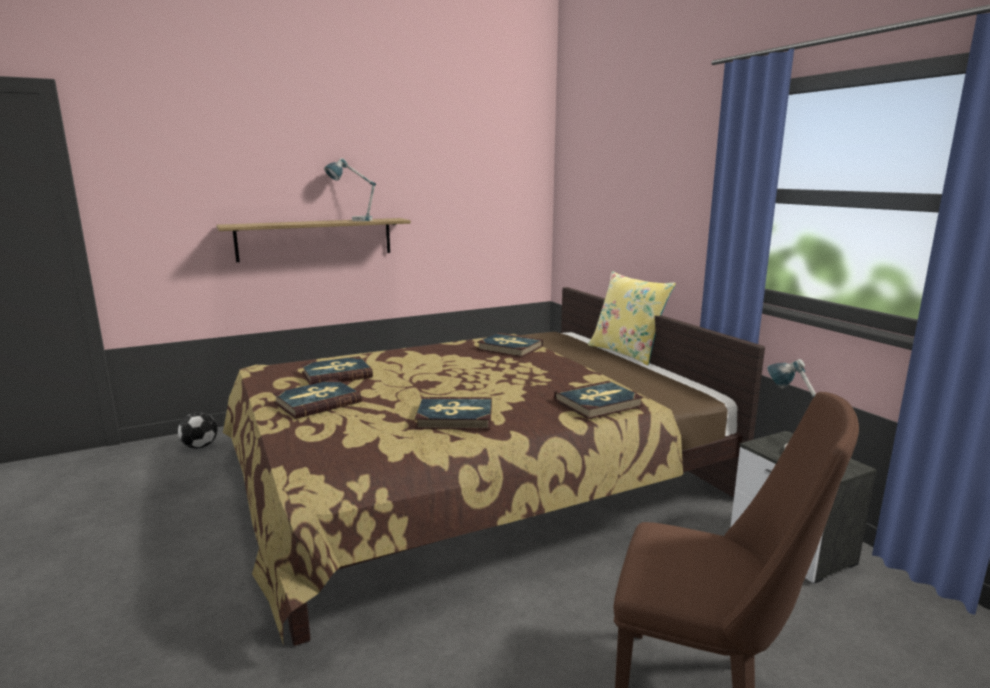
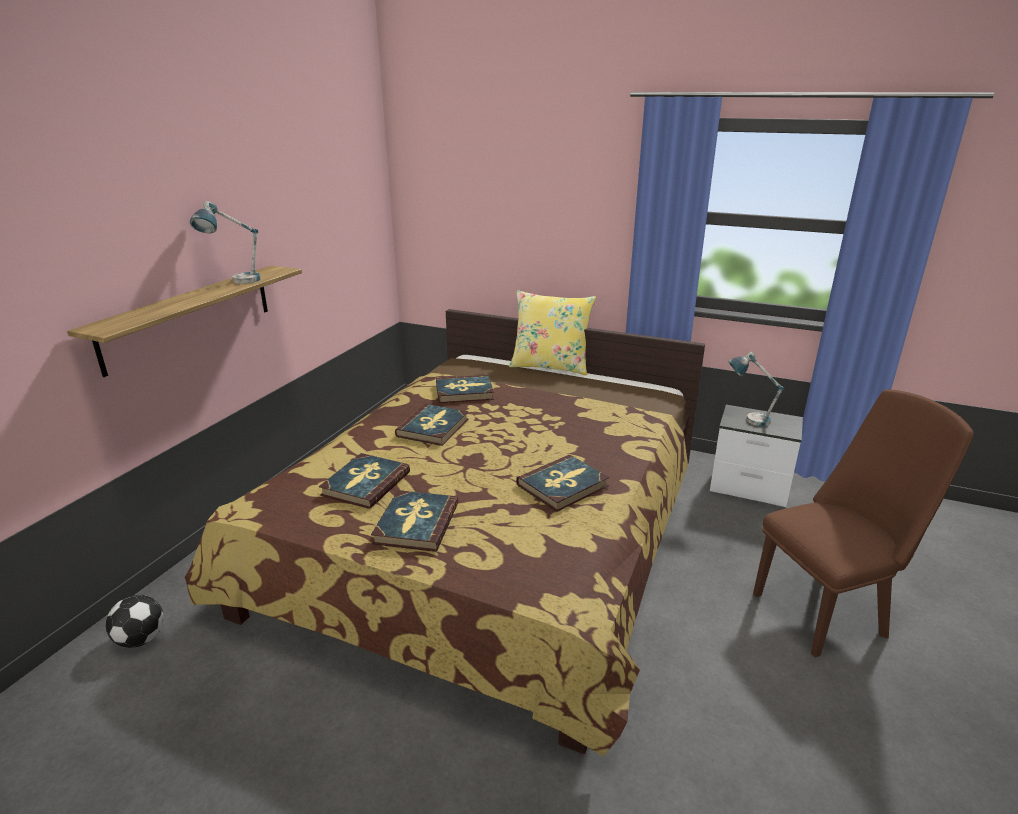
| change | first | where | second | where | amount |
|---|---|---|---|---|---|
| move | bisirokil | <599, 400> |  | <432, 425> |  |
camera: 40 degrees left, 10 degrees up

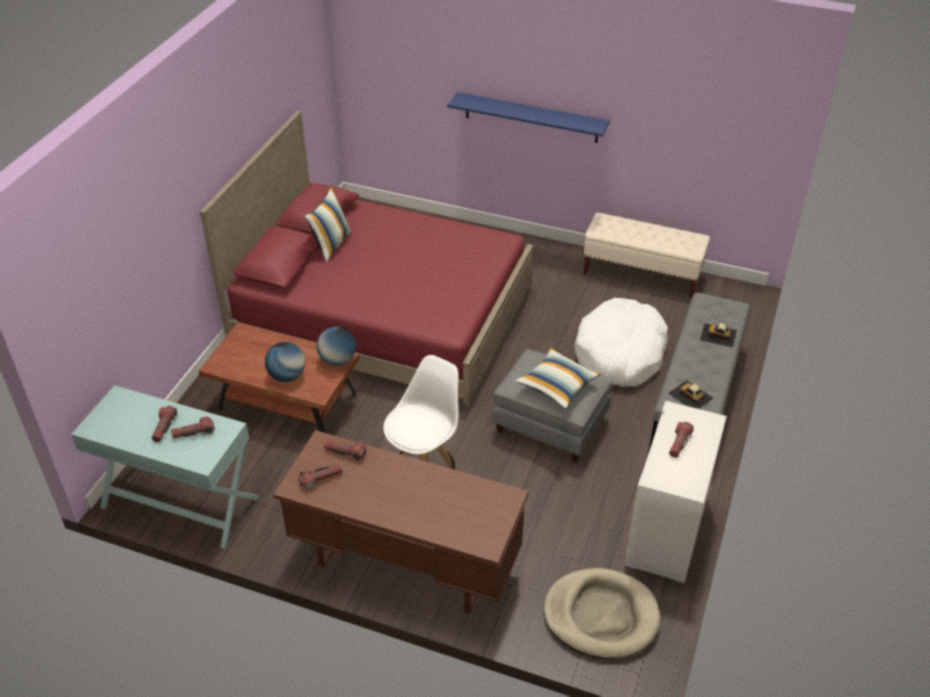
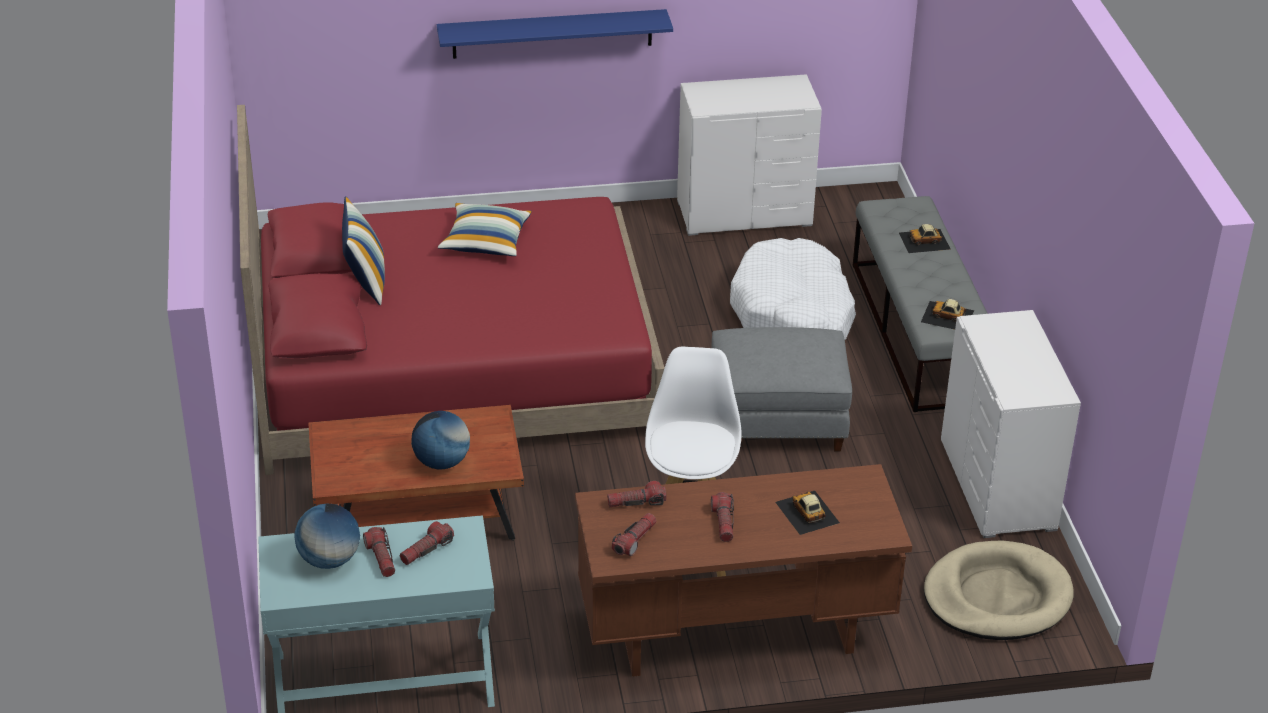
| change | first | where | second | where | amount |
|---|---|---|---|---|---|
| move | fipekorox | <336, 346> |  | <327, 536> |  |
| move | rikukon | <558, 378> |  | <485, 229> |  |
| replace | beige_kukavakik | <646, 255> | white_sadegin | <749, 155> |  |
| move | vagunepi | <681, 440> |  | <722, 517> |  |
| insert |  |  | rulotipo | <808, 513> |  |
camera: 30 degrees left, 5 degrees down

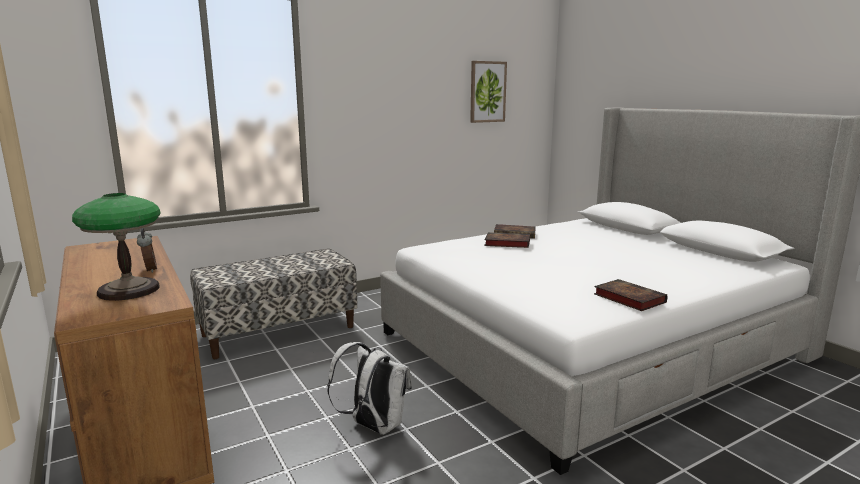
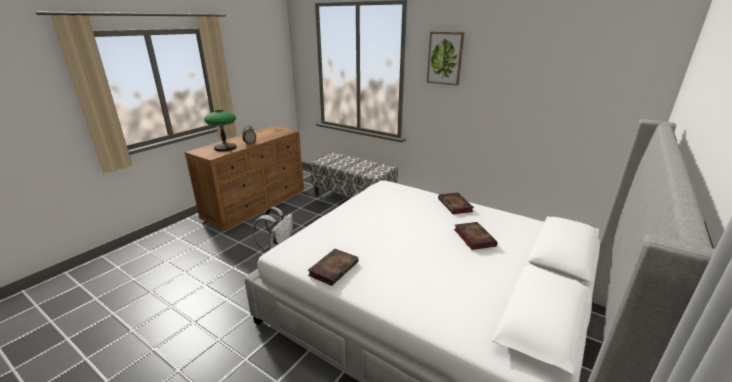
| change | first | where | second | where | amount |
|---|---|---|---|---|---|
| move | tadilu | <488, 92> |  | <446, 59> |  |
| move | bisirokil | <507, 240> |  | <475, 236> |  |
camera: 65 degrees right, 10 degrees up

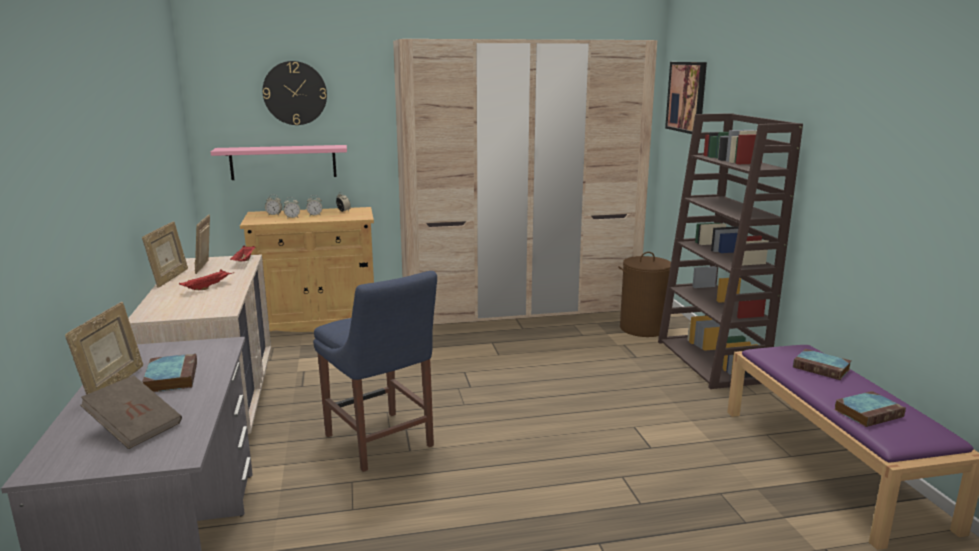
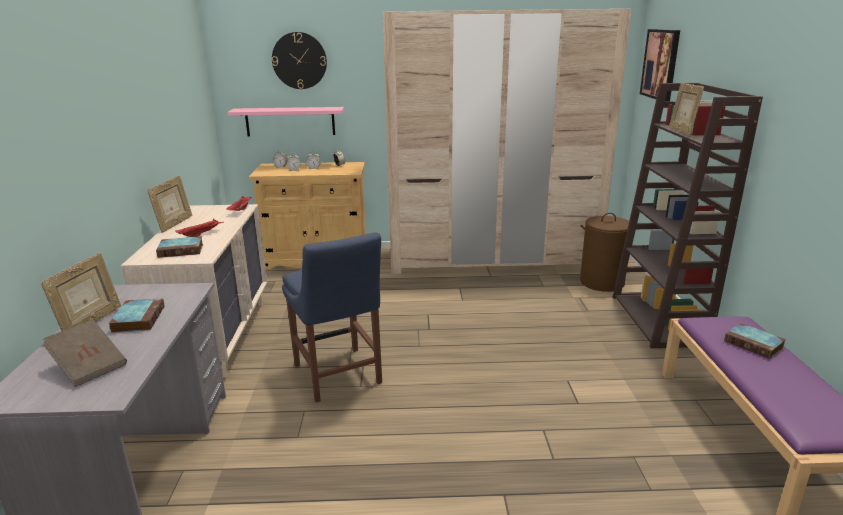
| change | first | where | second | where | amount |
|---|---|---|---|---|---|
| move | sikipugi | <202, 244> |  | <686, 109> |  |
| move | bisirokil | <870, 409> |  | <179, 247> |  |
camera: 10 degrees right, 5 degrees up

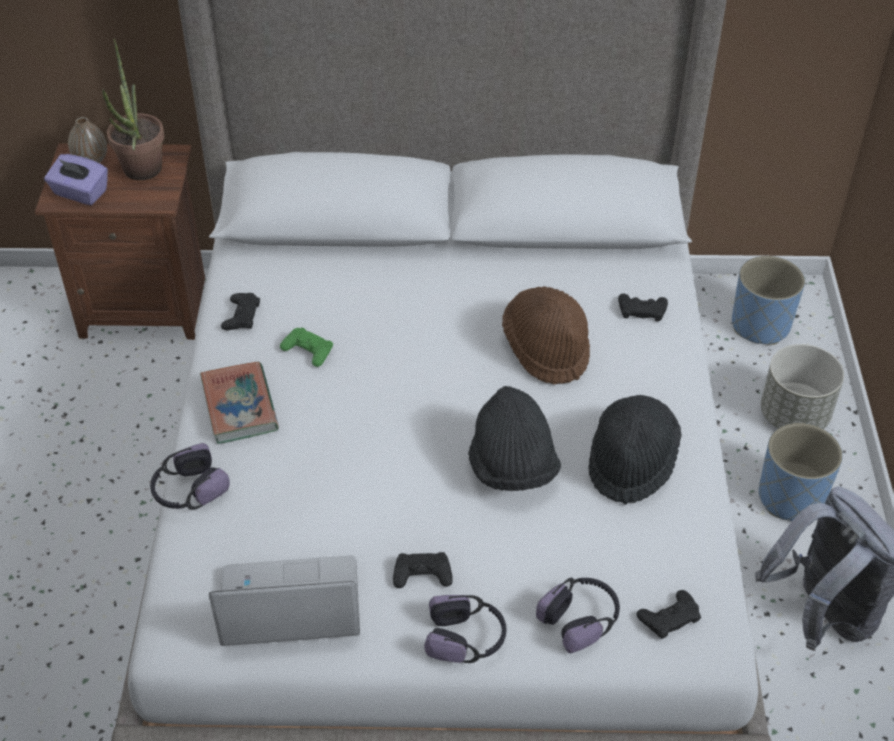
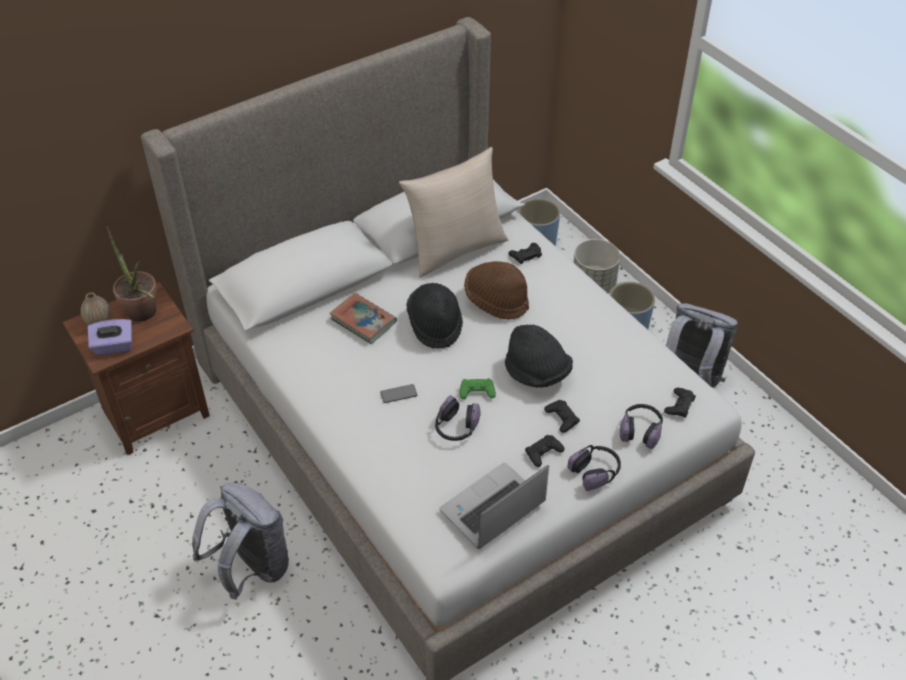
| change | first | where | second | where | amount |
|---|---|---|---|---|---|
| move | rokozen | <190, 476> |  | <457, 418> |  |
| move | bisirokil | <239, 403> |  | <363, 318> |  |
| move | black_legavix | <240, 311> |  | <562, 416> |  |
| move | green_legavix | <306, 347> |  | <477, 388> |  |
| move | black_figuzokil | <635, 450> |  | <434, 315> |  |
| insert |  |  | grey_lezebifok | <240, 541> |  |
| insert |  |  | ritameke | <398, 393> |  |
| insert |  |  | beige_rikukon | <453, 212> |  |
camera: 35 degrees left, 0 degrees up

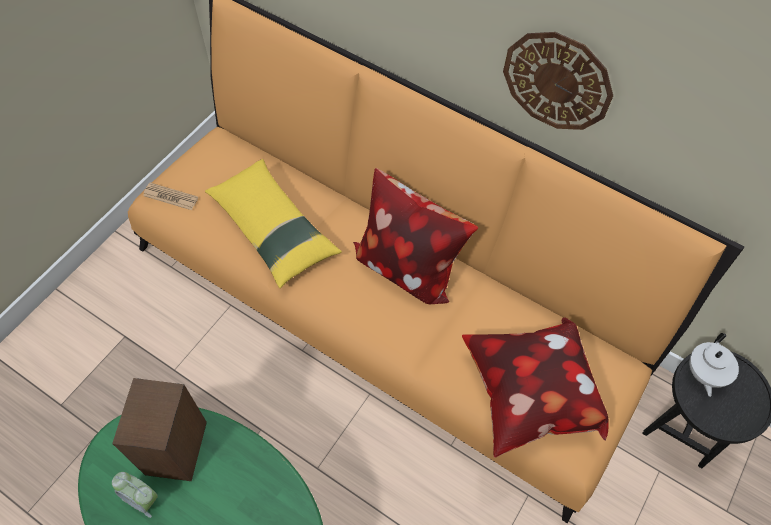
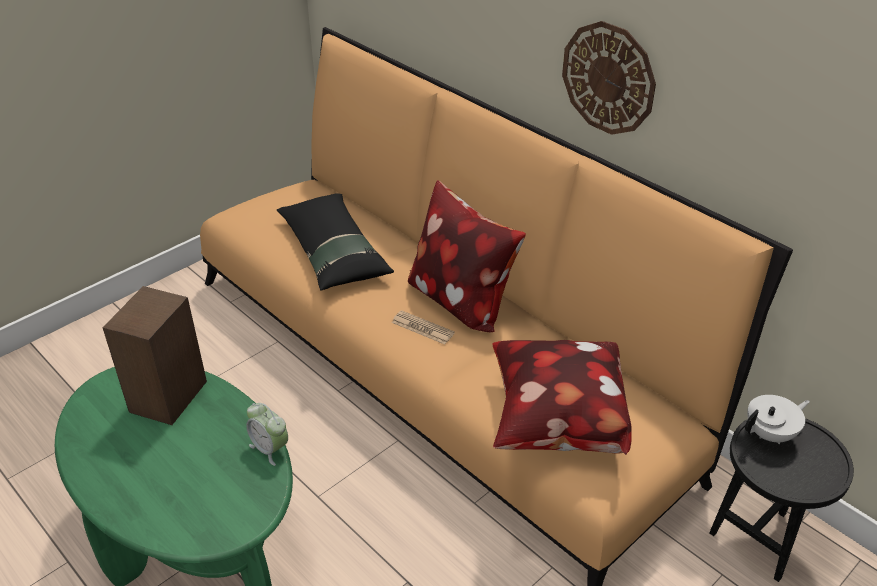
| change | first | where | second | where | amount |
|---|---|---|---|---|---|
| move | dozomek | <135, 495> |  | <267, 434> |  |
| move | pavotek | <170, 196> |  | <423, 327> |  |
| recolor | yellow_rikukon | <273, 224> | black_rikukon | <335, 241> |  |
| rotate | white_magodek | <714, 365> |  | <777, 419> | 150 degrees counterclockwise |
camera: 15 degrees right, 20 degrees down

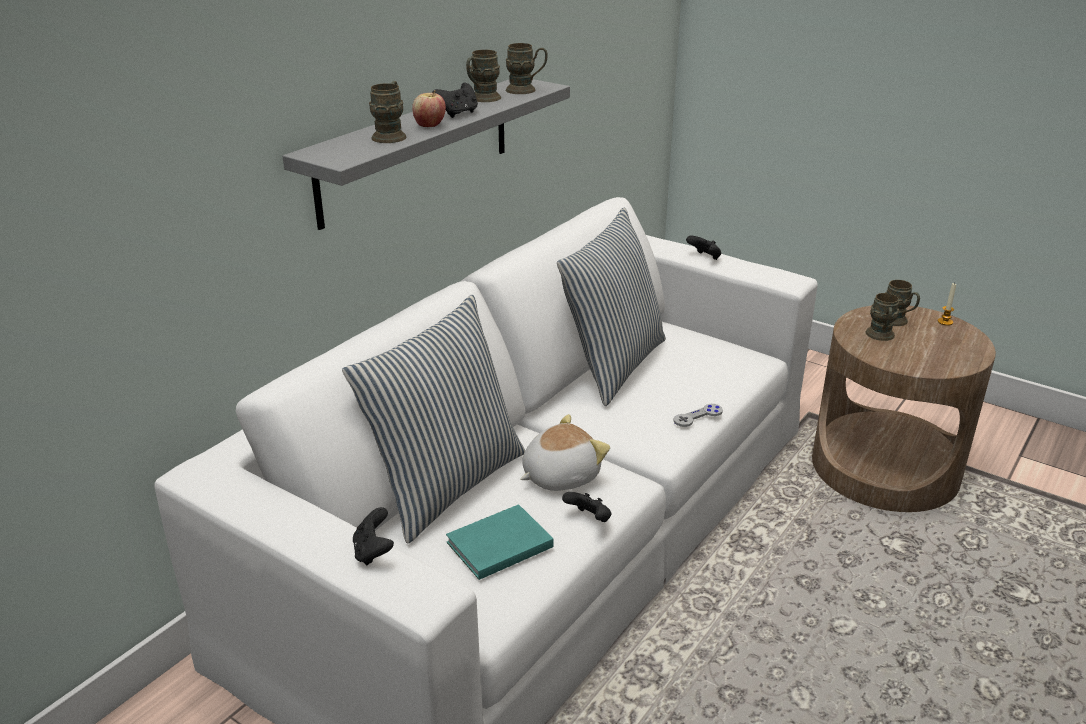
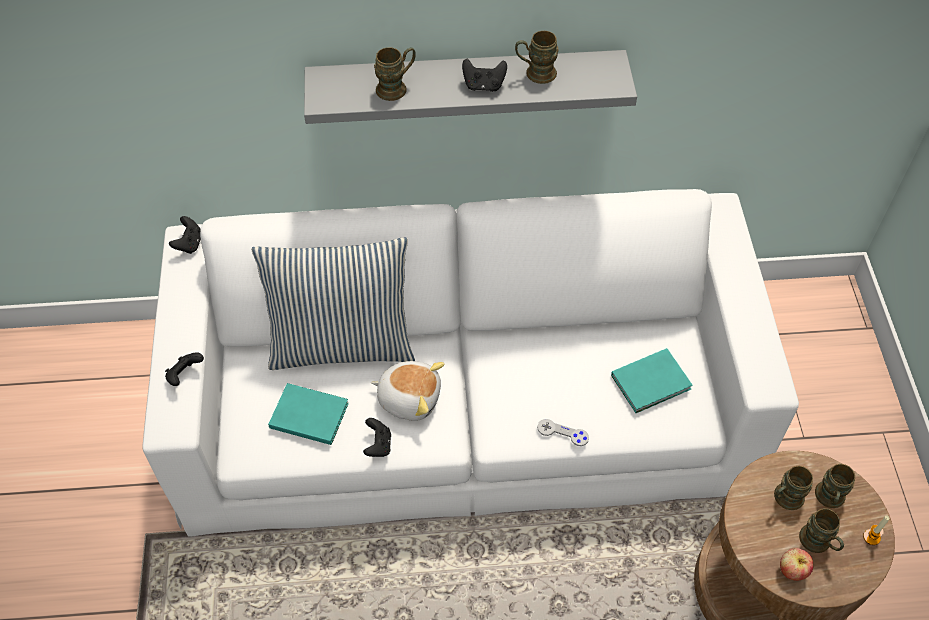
| change | first | where | second | where | amount |
|---|---|---|---|---|---|
| move | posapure | <429, 108> |  | <796, 564> |  |
| move | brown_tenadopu | <526, 68> |  | <821, 530> |  |
| delete | rikukon | <611, 306> |  |  |  |
| move | black_legavix | <704, 248> |  | <185, 235> |  |
| insert |  |  | turquoise_bisirokil | <652, 380> |  |
camera: 50 degrees right, 25 degrees up

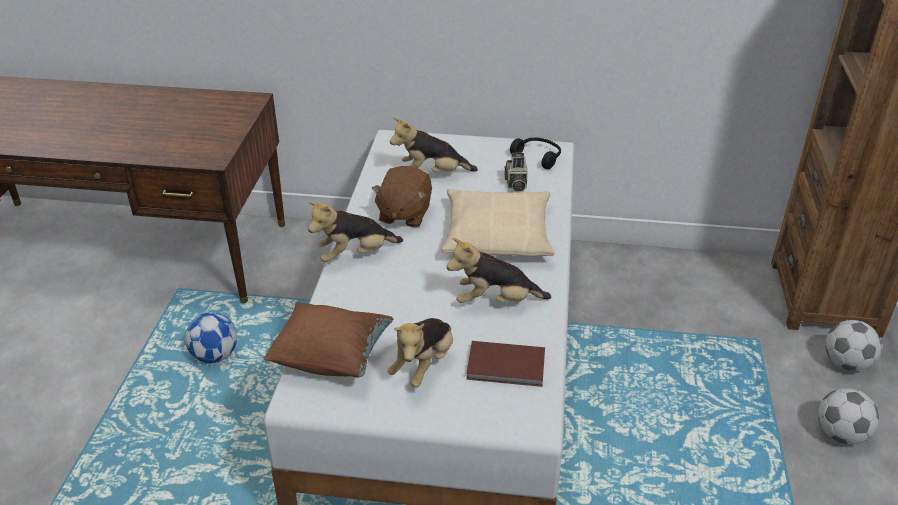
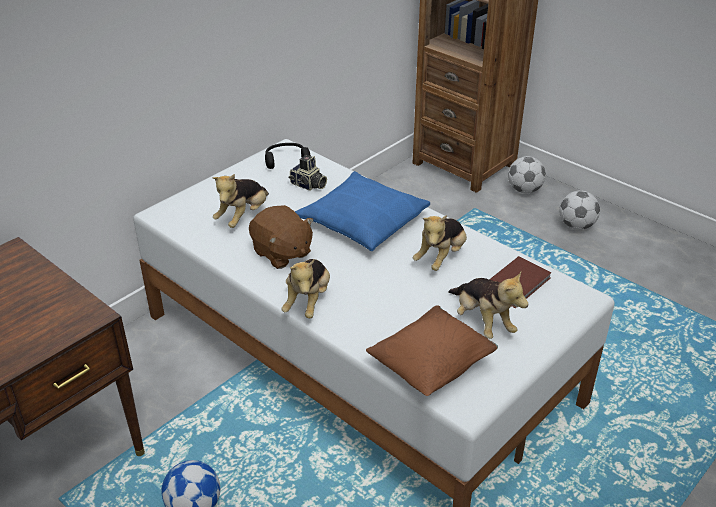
| change | first | where | second | where | amount |
|---|---|---|---|---|---|
| recolor | beige_rikukon | <498, 223> | blue_rikukon | <362, 211> |  |
camera: 55 degrees left, 0 degrees up

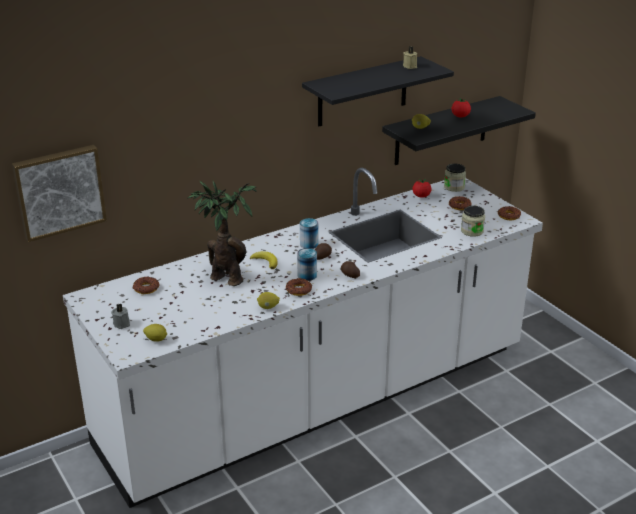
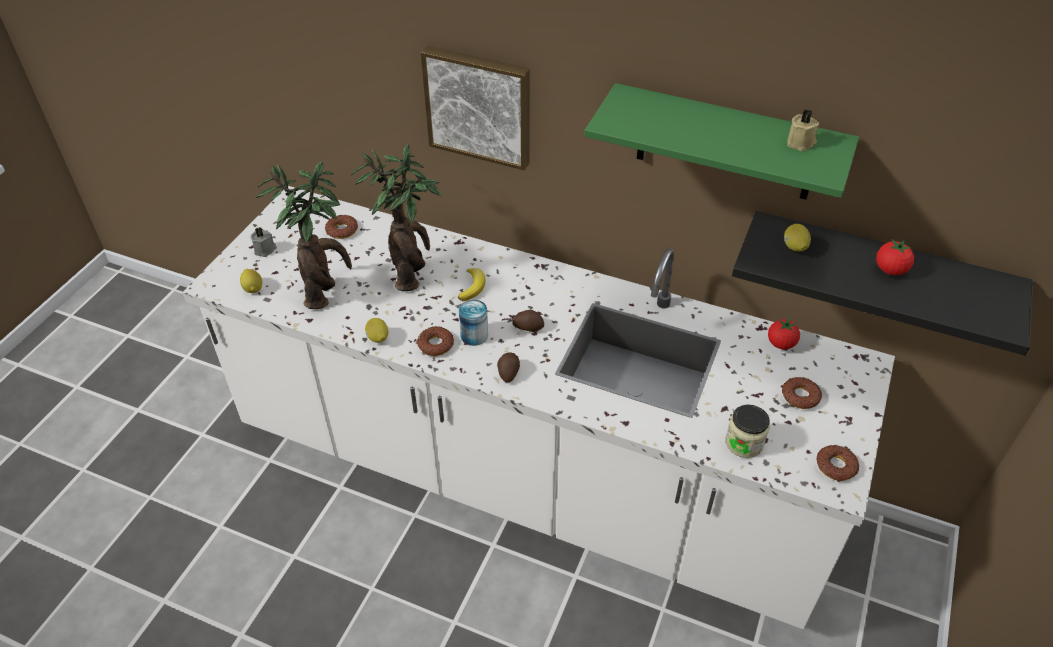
| change | first | where | second | where | amount |
|---|---|---|---|---|---|
| move | tadilu | <59, 193> |  | <475, 108> |  |
| delete | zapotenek | <309, 233> |  |  |  |
| recolor | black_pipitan | <378, 91> | green_pipitan | <721, 141> |  |
| delete | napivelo | <455, 177> |  |  |  |
| insert |  |  | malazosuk | <304, 235> |  |
camera: 55 degrees right, 15 degrees up

